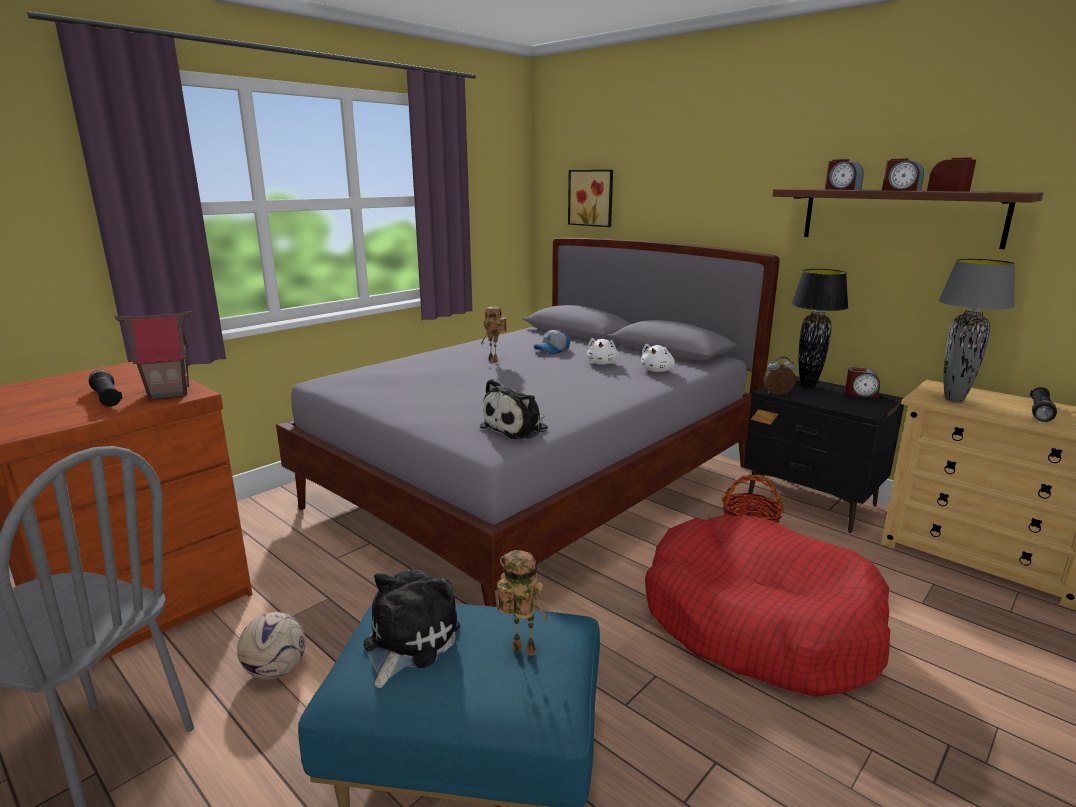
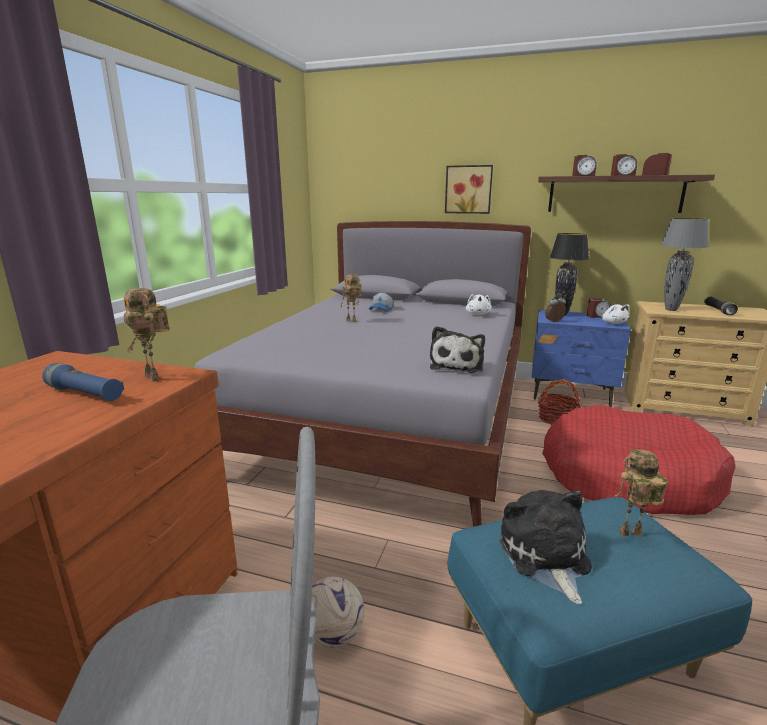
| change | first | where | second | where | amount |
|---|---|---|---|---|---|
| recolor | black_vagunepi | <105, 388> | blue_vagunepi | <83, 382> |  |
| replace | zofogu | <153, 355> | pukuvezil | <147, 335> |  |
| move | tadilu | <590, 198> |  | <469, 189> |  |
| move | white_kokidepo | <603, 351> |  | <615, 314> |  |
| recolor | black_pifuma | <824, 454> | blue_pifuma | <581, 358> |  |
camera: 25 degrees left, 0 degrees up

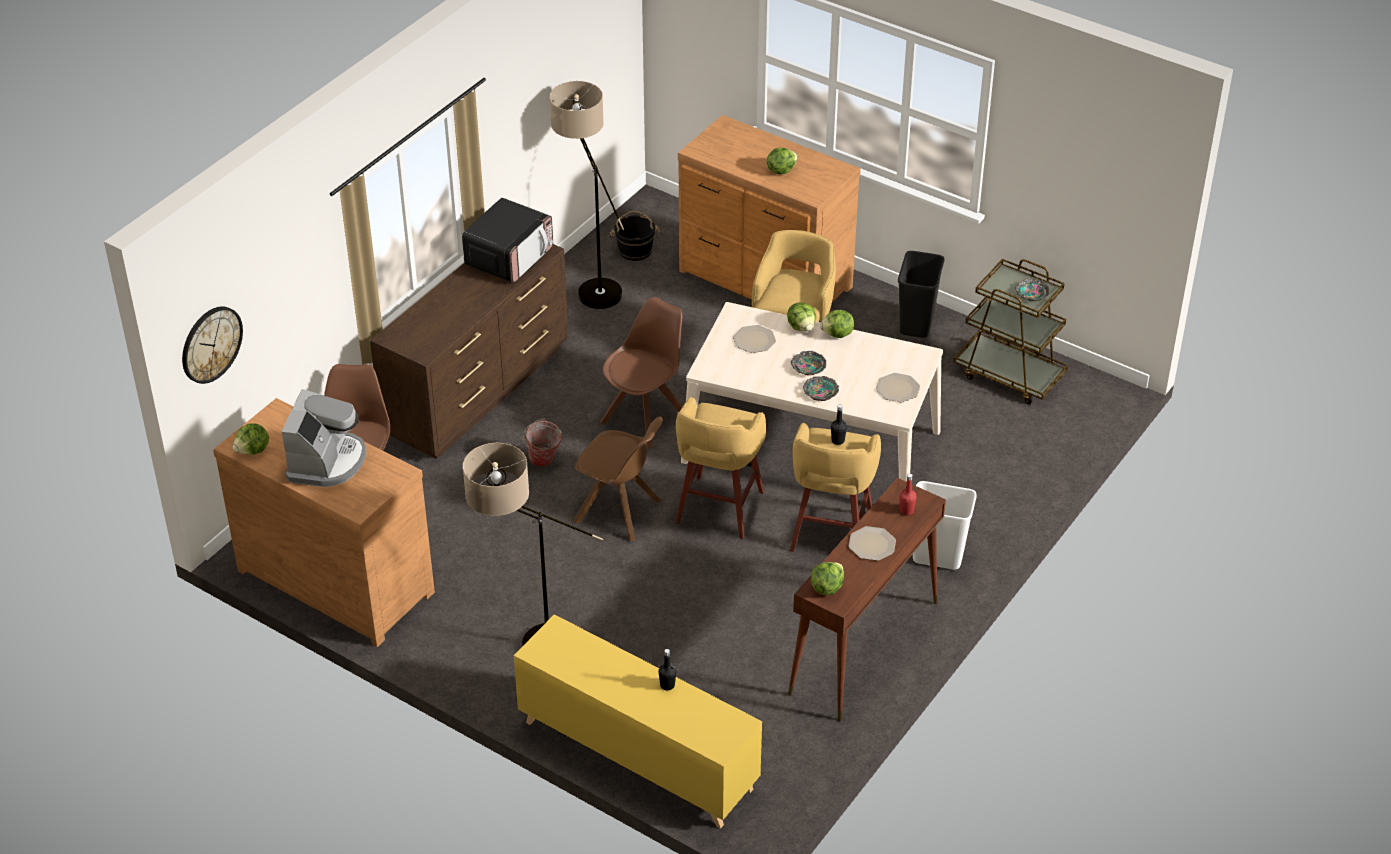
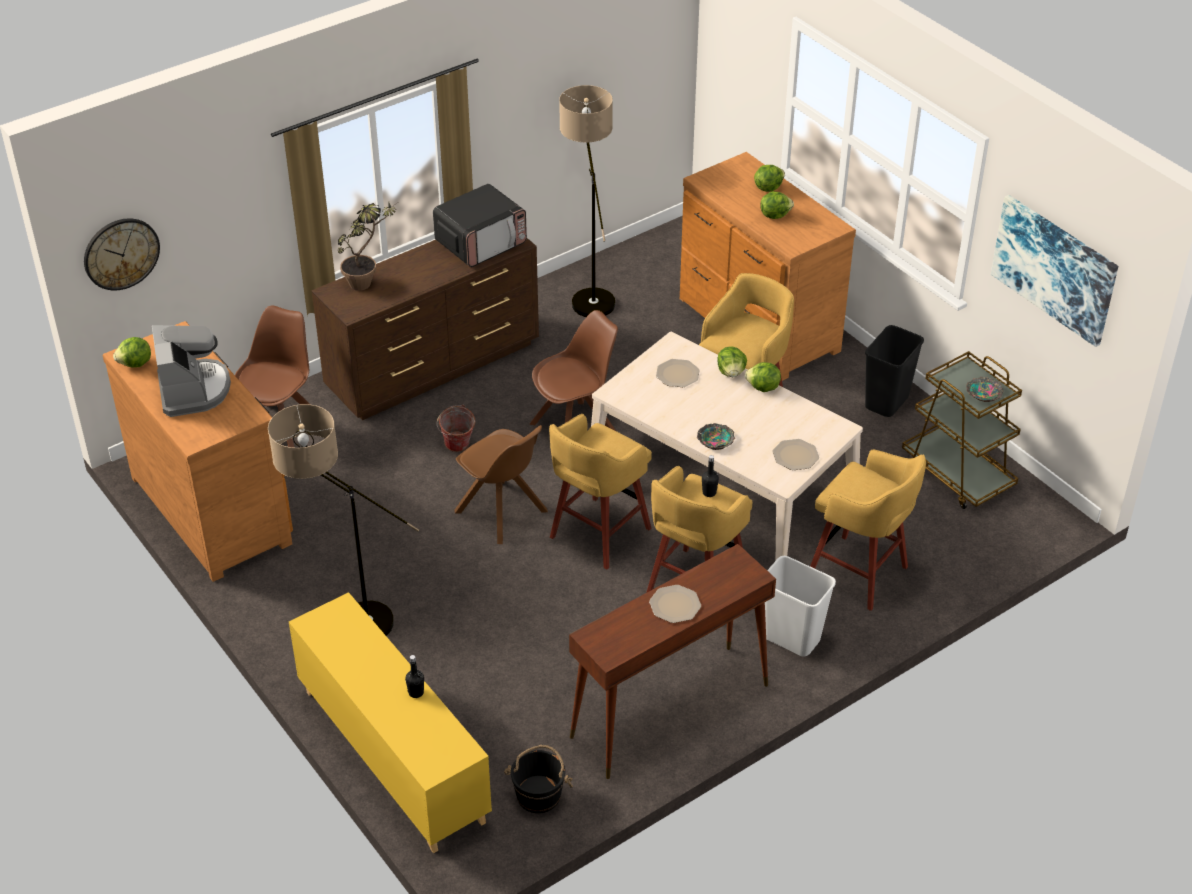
| change | first | where | second | where | amount |
|---|---|---|---|---|---|
| rotate | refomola | <324, 438> |  | <191, 371> | 45 degrees counterclockwise |
| move | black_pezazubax | <635, 236> |  | <538, 779> |  |
| delete | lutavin | <808, 363> |  |  |  |
| move | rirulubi | <827, 578> |  | <769, 178> |  |
| delete | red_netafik | <908, 494> |  |  |  |
| insert |  |  | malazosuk | <367, 247> |  |
| insert |  |  | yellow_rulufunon | <868, 530> |  |
| insert |  |  | tadilu | <1054, 271> |  |
camera: 20 degrees right, 0 degrees up

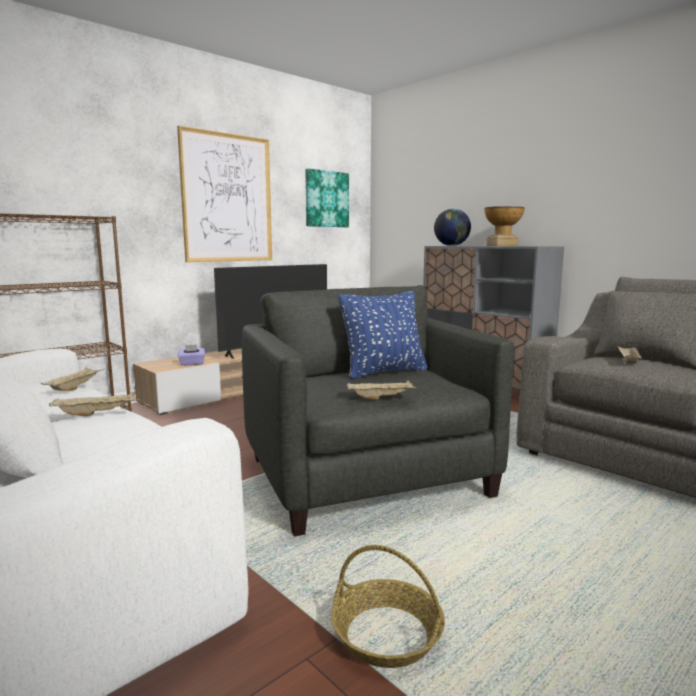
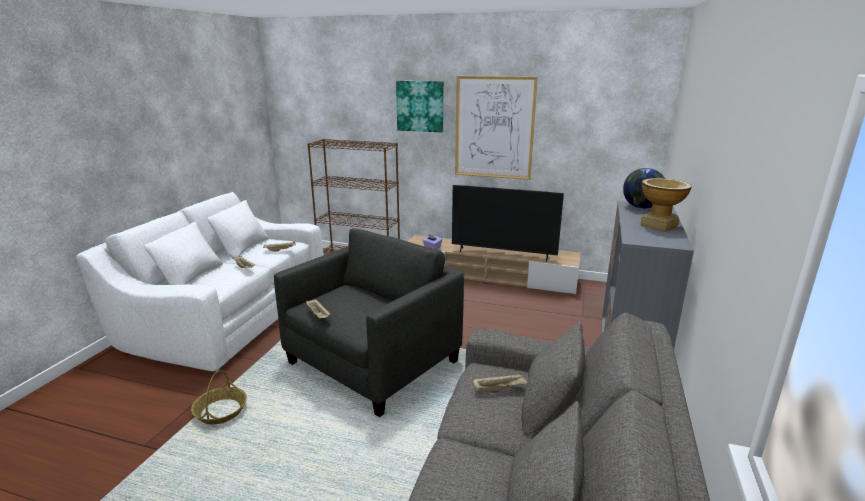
| change | first | where | second | where | amount |
|---|---|---|---|---|---|
| move | tadilu | <327, 198> |  | <420, 107> |  |
| delete | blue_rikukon | <382, 335> |  |  |  |
camera: 60 degrees right, 10 degrees up

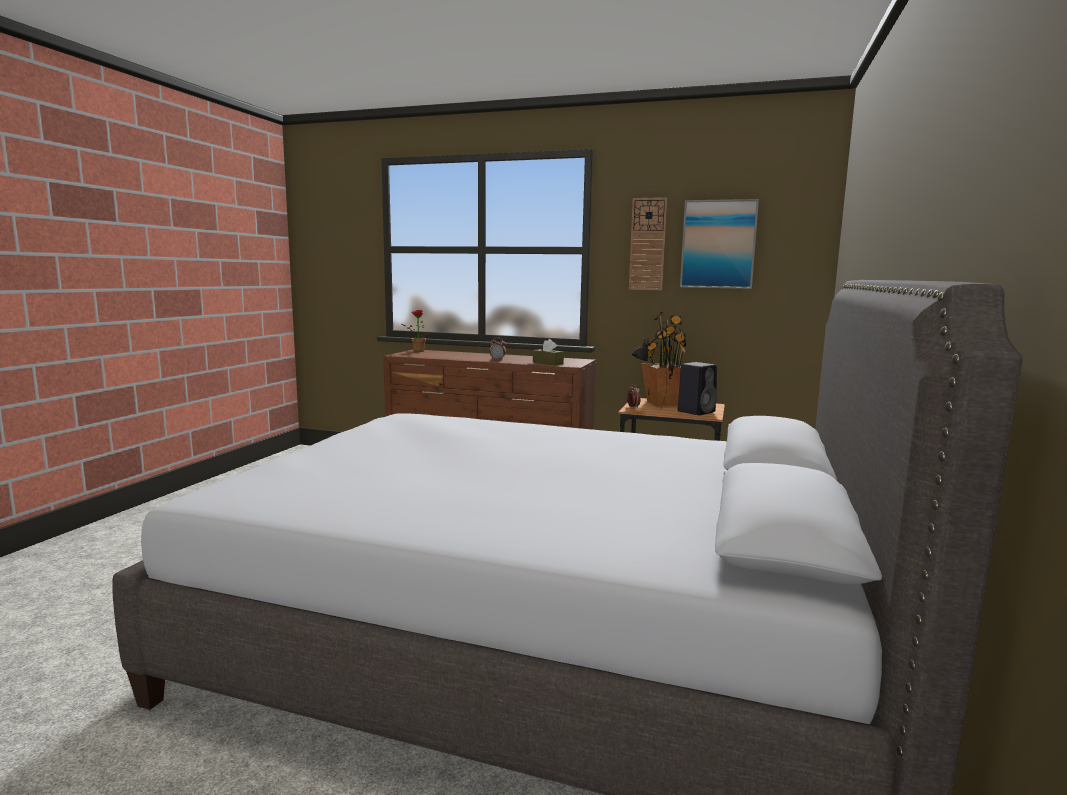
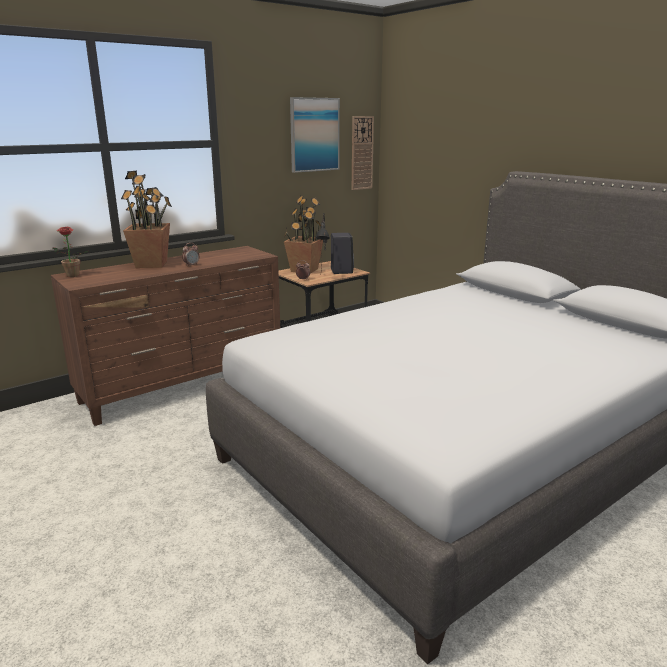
| change | first | where | second | where | amount |
|---|---|---|---|---|---|
| delete | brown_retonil | <548, 352> |  |  |  |
| move | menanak | <648, 243> |  | <363, 153> |  |
| insert |  |  | malazosuk | <146, 219> |  |
camera: 55 degrees left, 10 degrees up

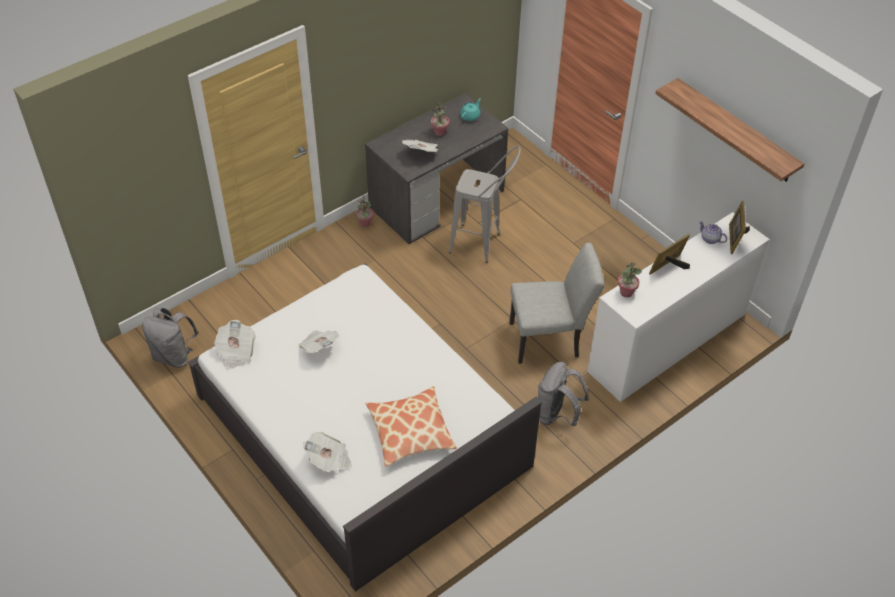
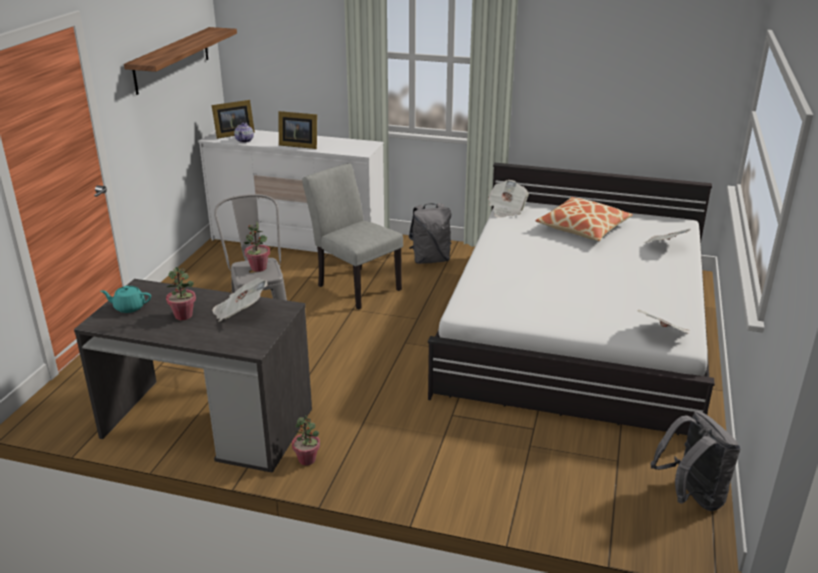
| change | first | where | second | where | amount |
|---|---|---|---|---|---|
| move | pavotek | <319, 341> |  | <508, 198> |  |
| move | malazosuk | <630, 279> |  | <257, 247> |  |
camera: 125 degrees left, 20 degrees down

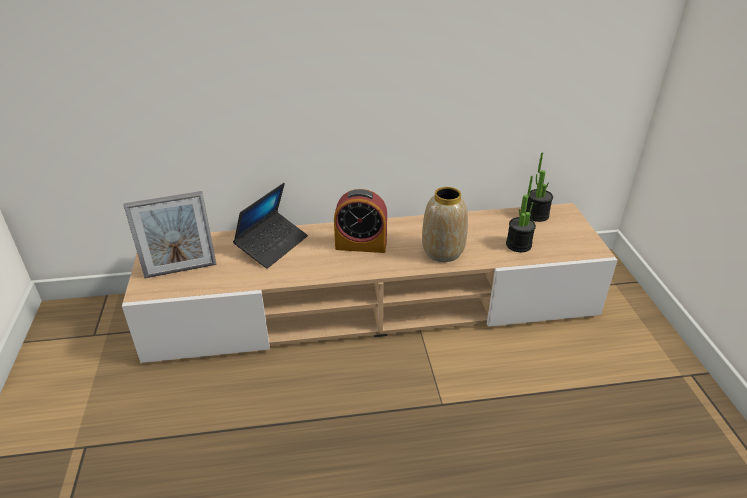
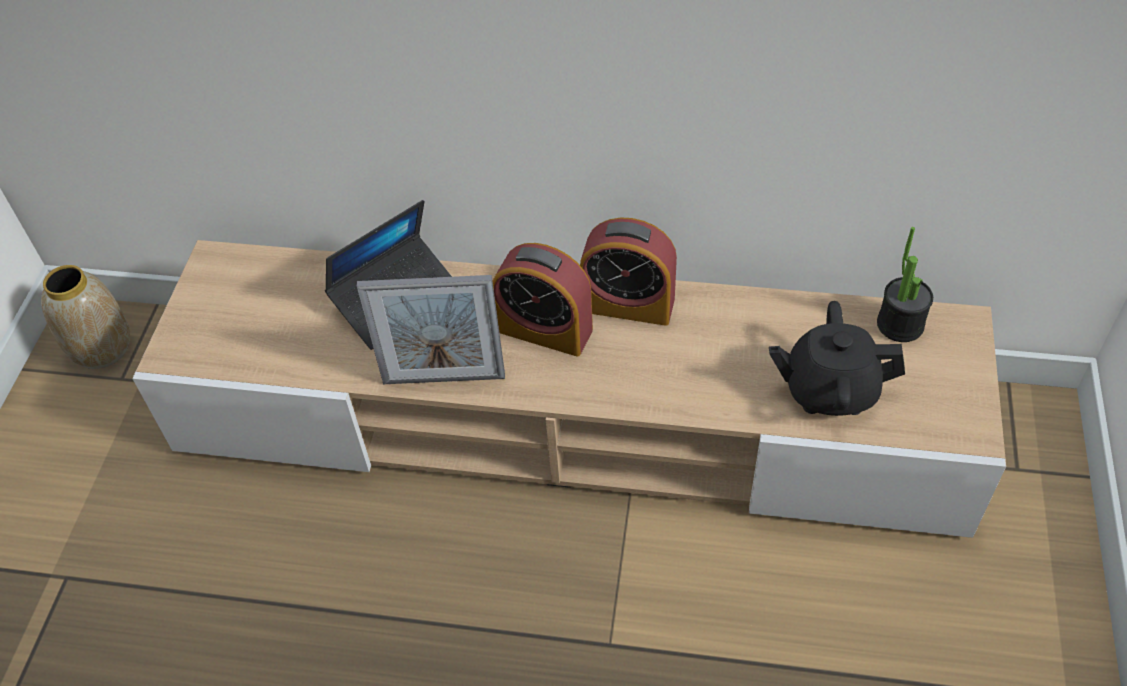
| change | first | where | second | where | amount |
|---|---|---|---|---|---|
| move | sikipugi | <170, 234> |  | <431, 329> |  |
| move | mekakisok | <445, 224> |  | <85, 317> |  |
| replace | malazosuk | <521, 214> | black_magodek | <837, 358> |  |
| insert |  |  | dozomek | <628, 272> |  |
camera: 20 degrees right, 15 degrees up

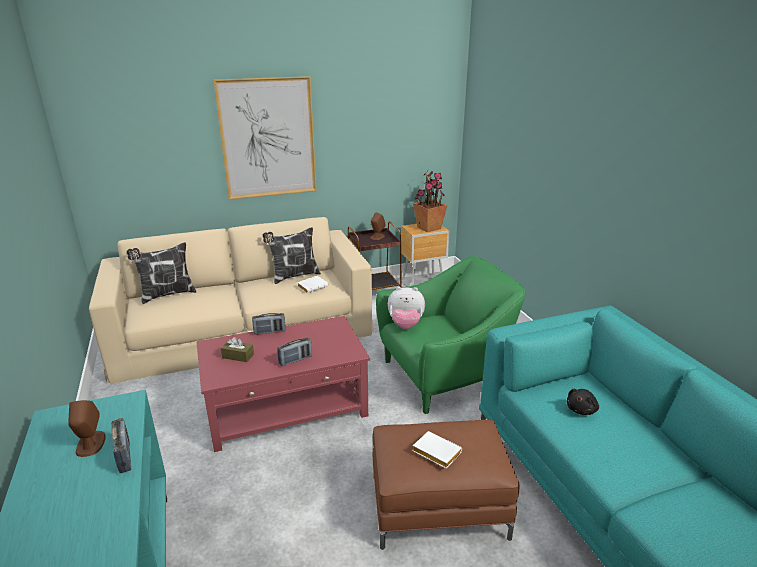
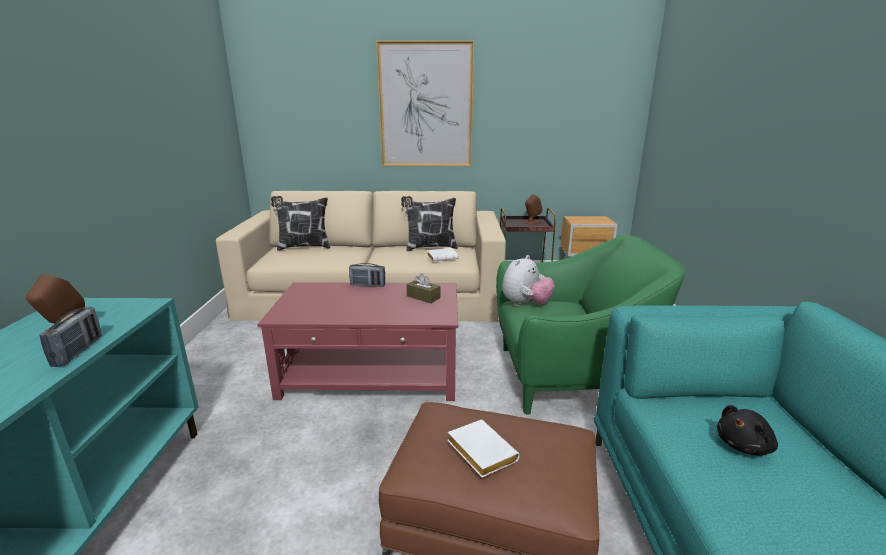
| change | first | where | second | where | amount |
|---|---|---|---|---|---|
| move | brown_retonil | <237, 349> |  | <423, 288> |  |
| delete | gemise | <294, 351> |  |  |  |
| rotate | kokidepo | <406, 308> |  | <528, 280> | 75 degrees counterclockwise |
| delete | malazosuk | <430, 201> |  |  |  |
camera: 20 degrees right, 5 degrees down

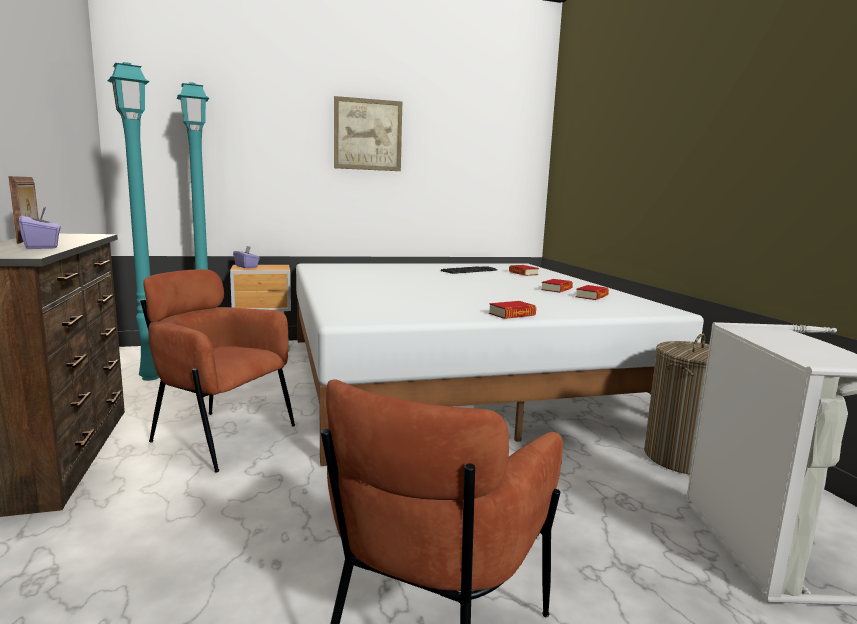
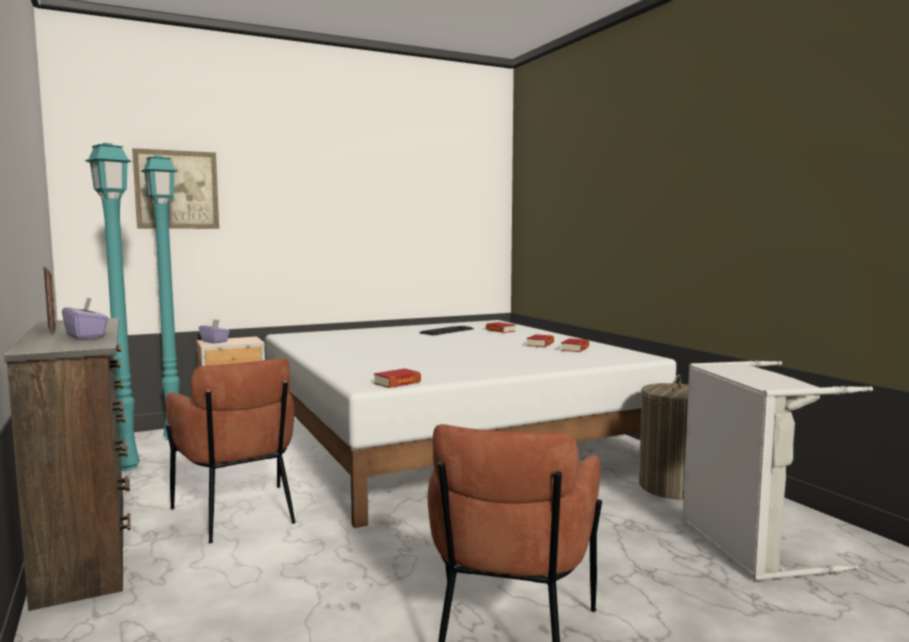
| change | first | where | second | where | amount |
|---|---|---|---|---|---|
| rotate | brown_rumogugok | <217, 370> |  | <231, 450> | 135 degrees counterclockwise |
| move | tadilu | <368, 133> |  | <175, 188> |  |
| move | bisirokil | <512, 310> |  | <397, 378> |  |
camera: 10 degrees left, 5 degrees down

